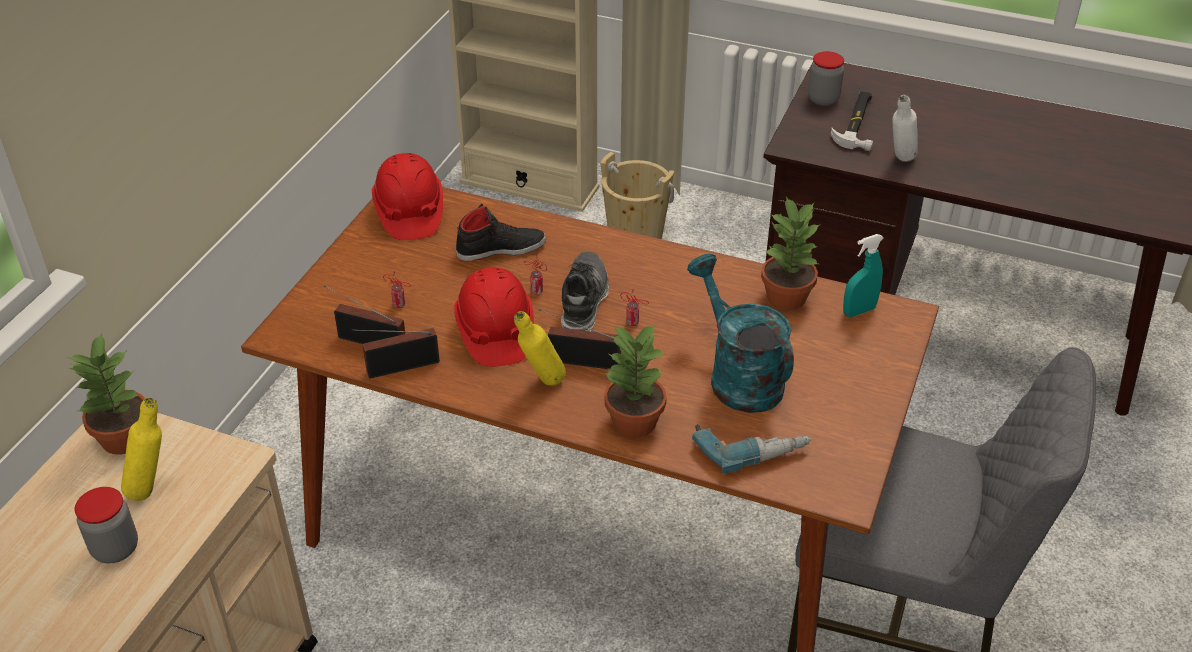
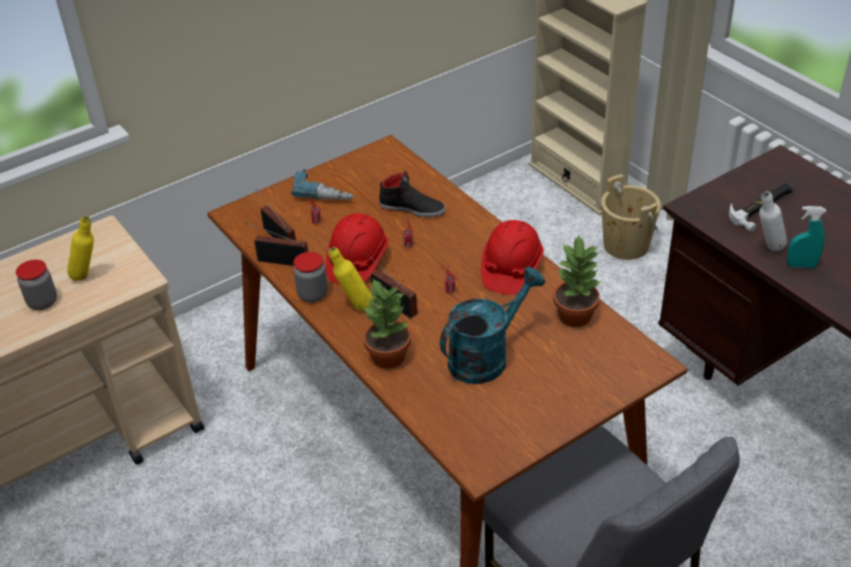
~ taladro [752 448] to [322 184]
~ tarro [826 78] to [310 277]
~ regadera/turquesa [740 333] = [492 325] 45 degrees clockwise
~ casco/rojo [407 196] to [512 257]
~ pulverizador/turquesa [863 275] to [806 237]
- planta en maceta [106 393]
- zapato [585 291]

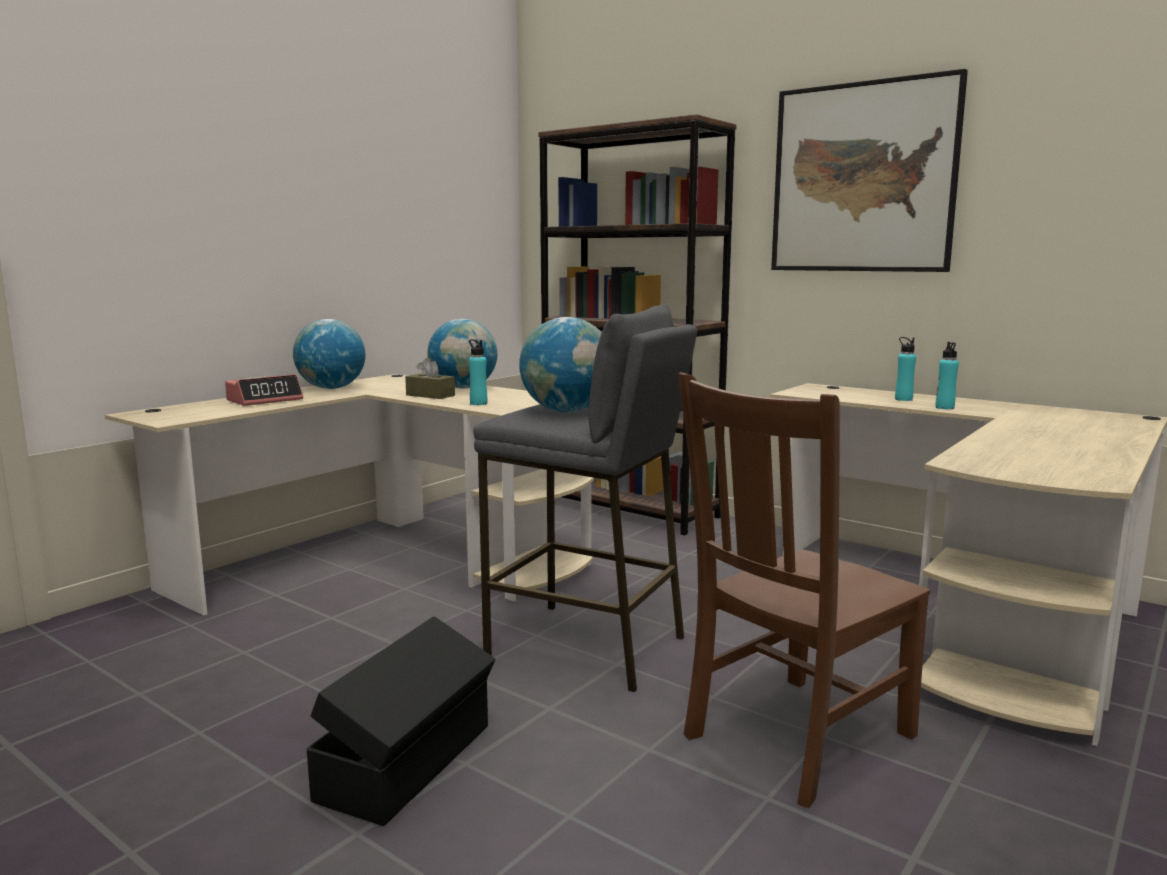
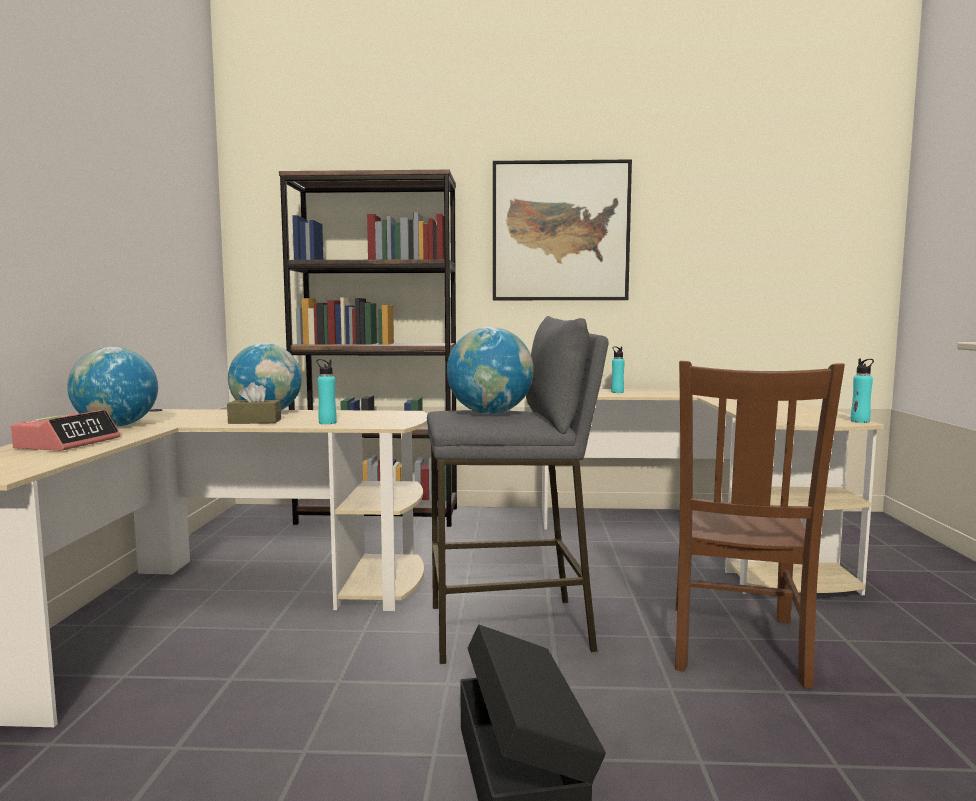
~ botella/turquesa [947 375] to [862 391]

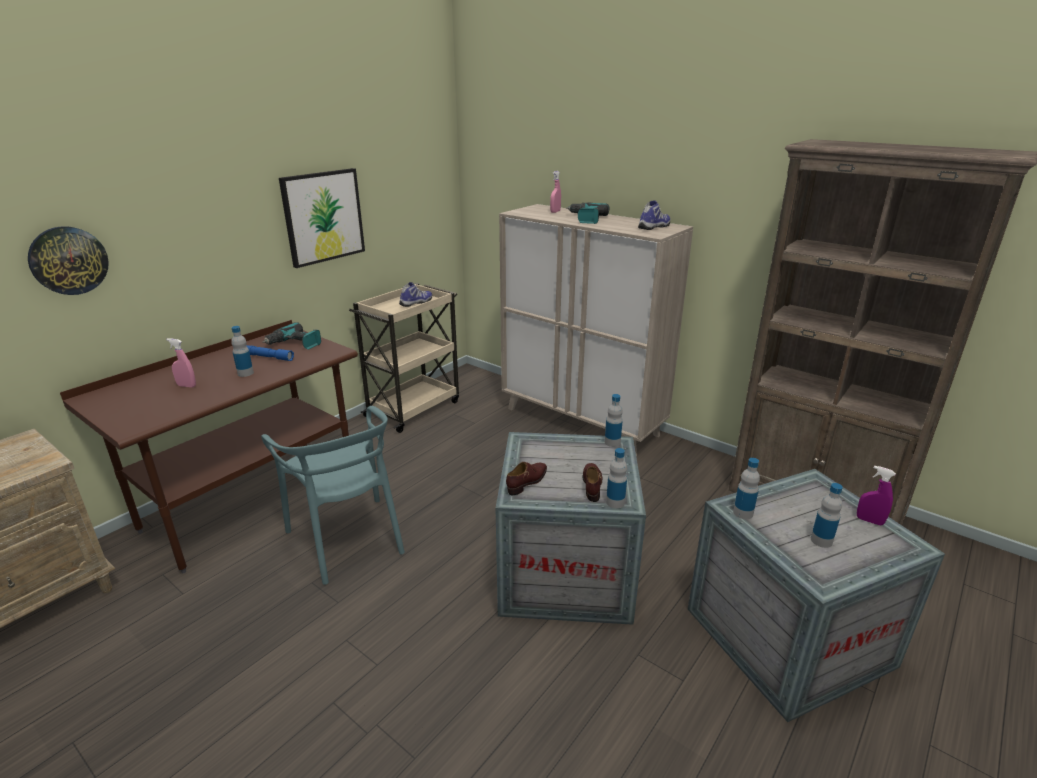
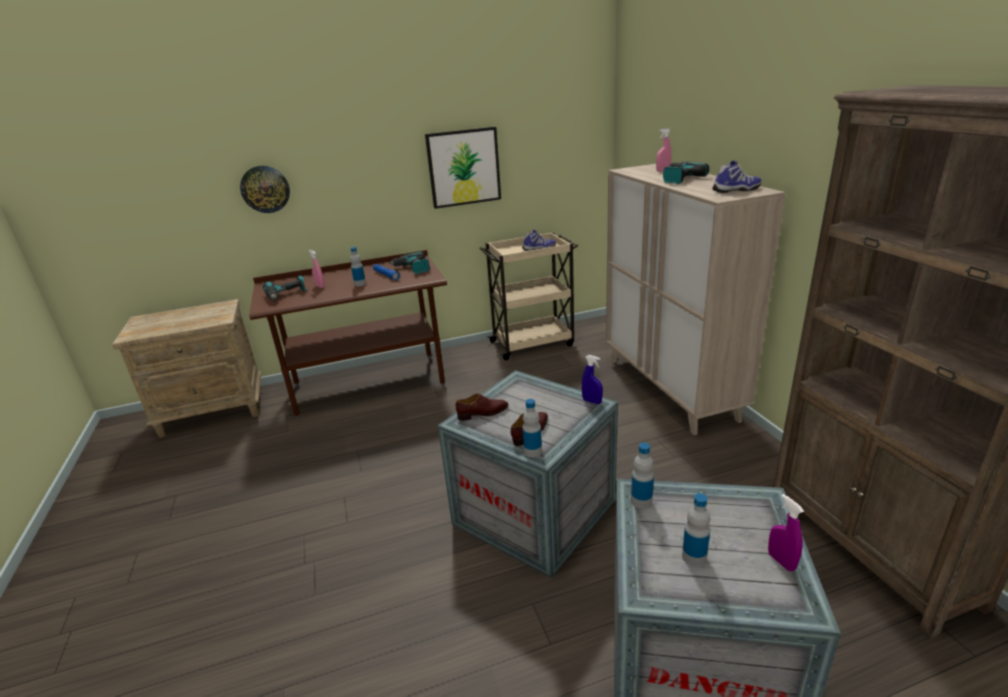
+ taladro [285 287]
~ botella [614 420] to pulverizador/azul [592 379]
- silla/turquesa [333 495]

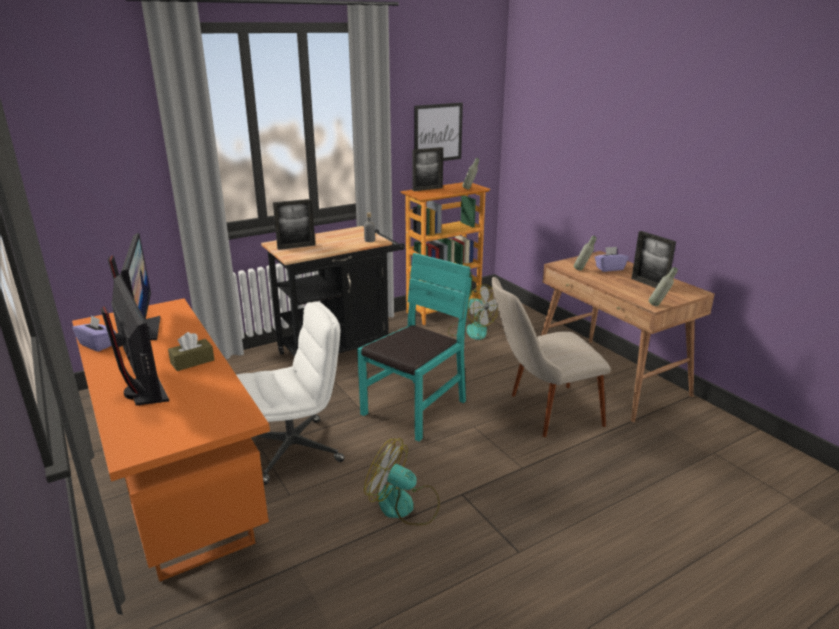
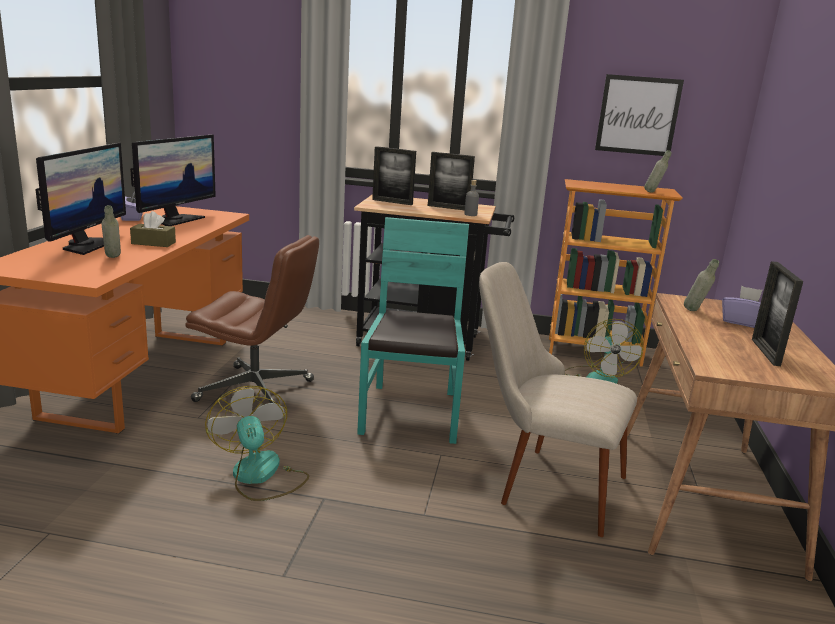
~ botella/gris [663 286] to [111 231]
~ silla de oficina/blanco [290 393] to silla de oficina/marrón [252 319]
~ silla/turquesa [414 347] = [413 330] 75 degrees counterclockwise
~ portarretratos [427 169] to [451 181]

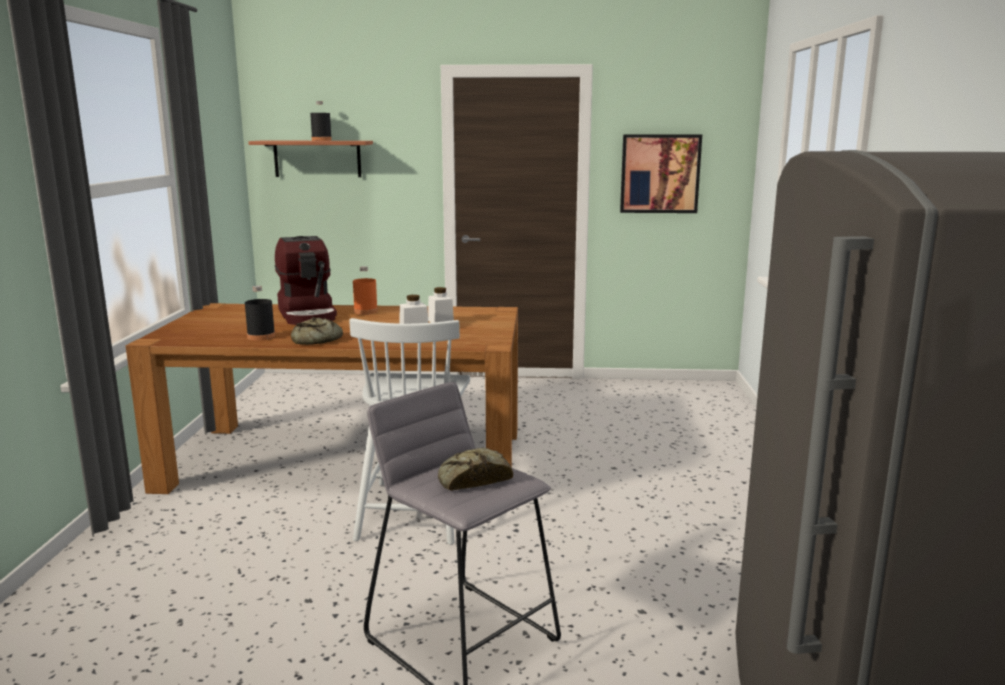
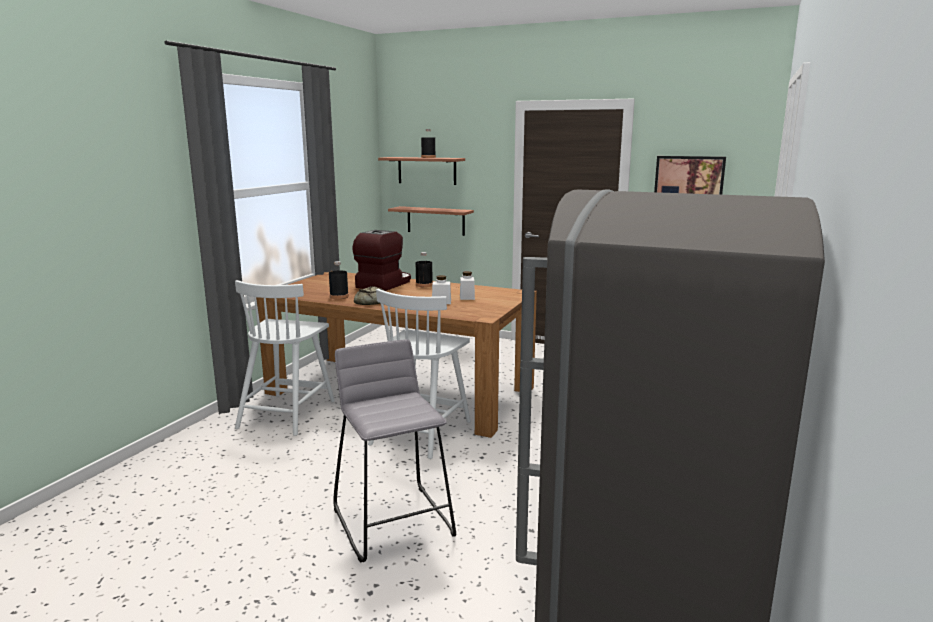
+ silla/blanco [285 358]
~ cafetera [306 280] = [381 260] 150 degrees counterclockwise
+ estante [431 221]
~ botella/naranja [365 290] to botella/negro [424 269]
- pan [475 469]

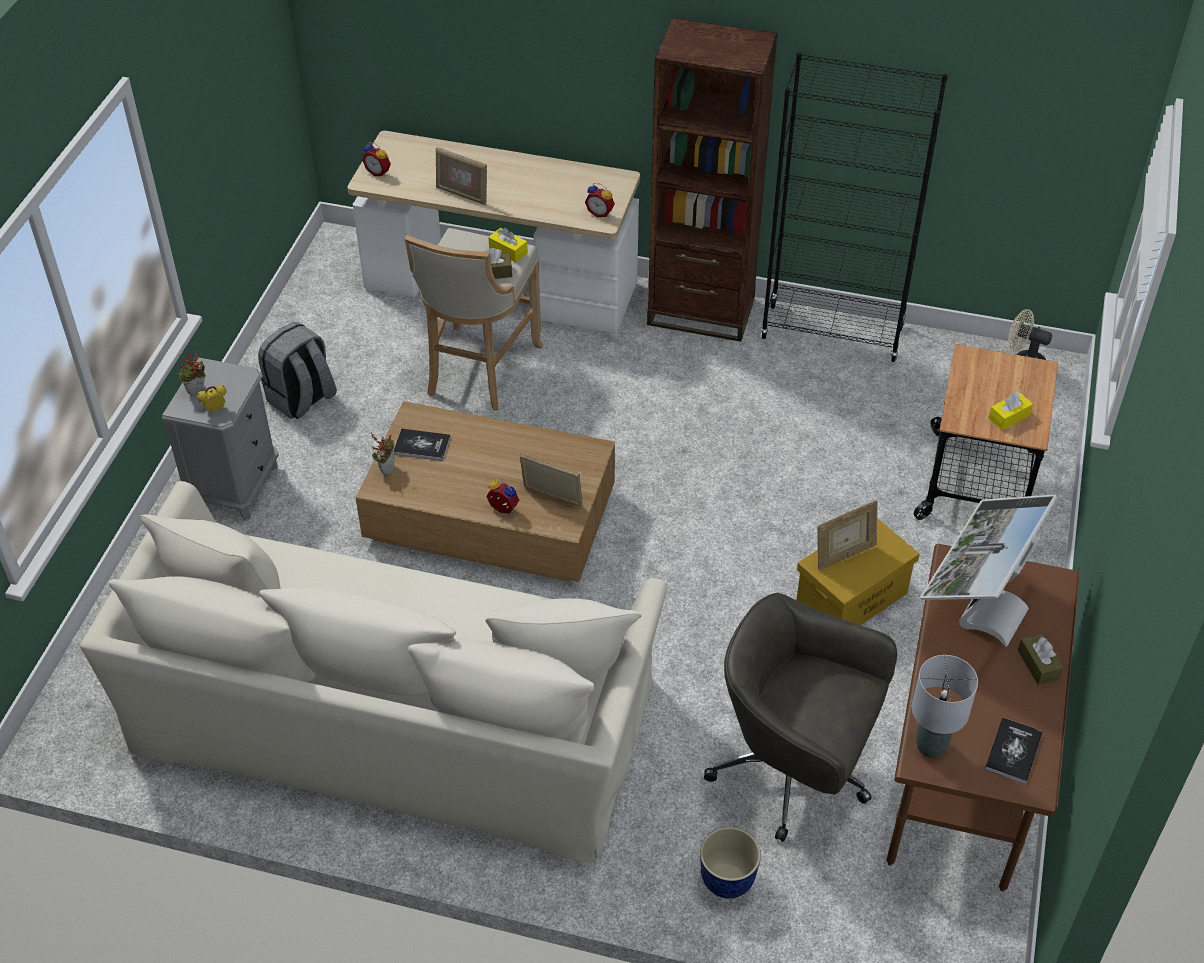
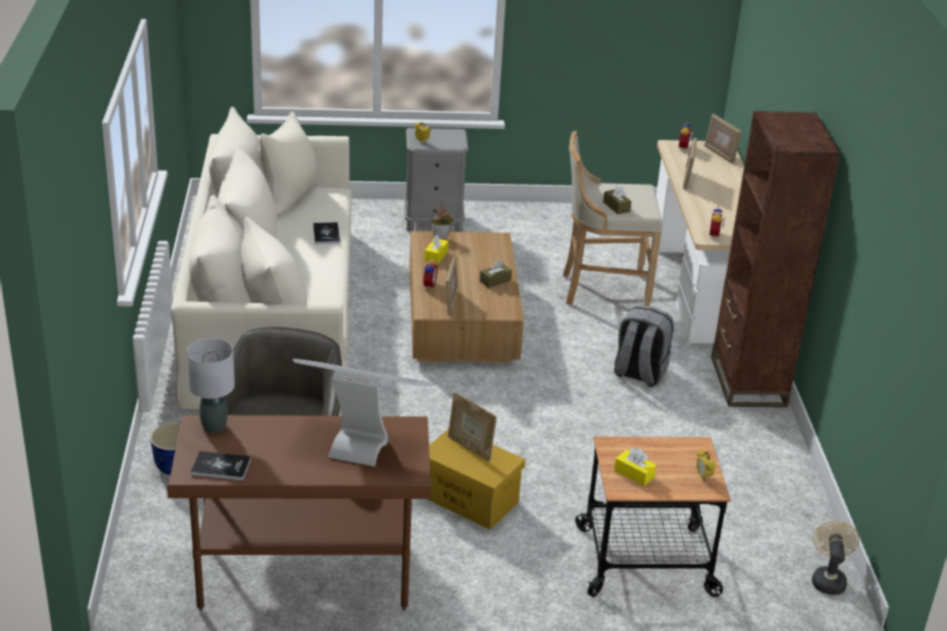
~ libro [422 445] to [326 233]
~ caja de pañuelos/amarillo [508 245] to [437 249]
~ caja de pañuelos/marrón [1040 659] to [496 274]
~ mochila/gris [297 370] to [644 346]
+ despertador [706 465]
+ portarretratos [723 139]
- planta en maceta [192 373]
- estantería/negro [854 207]

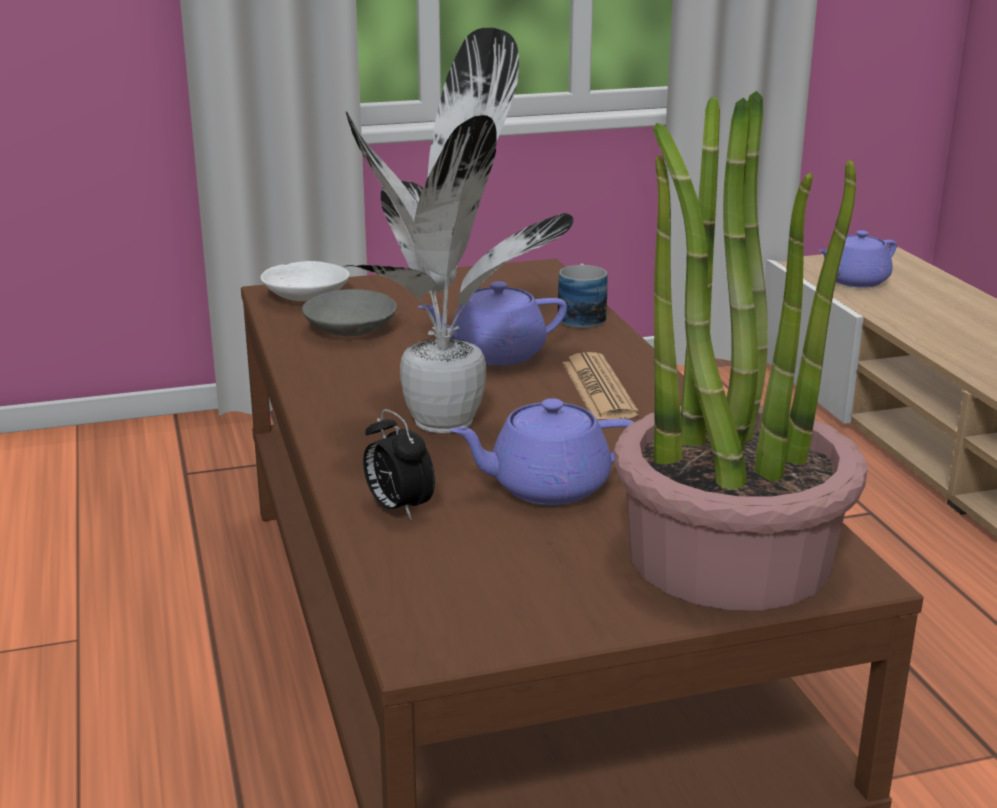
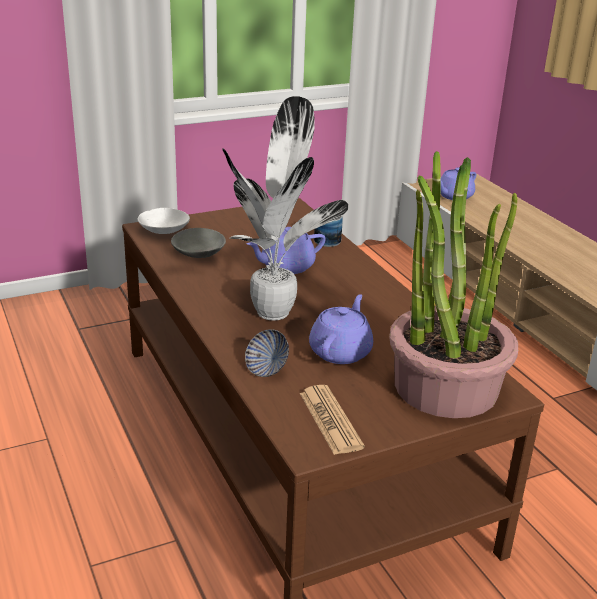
~ despertador [399 464] to cuenco [267 353]
~ periódico [600 385] to [332 420]
~ tetera/morado [542 451] = [341 329] 135 degrees clockwise

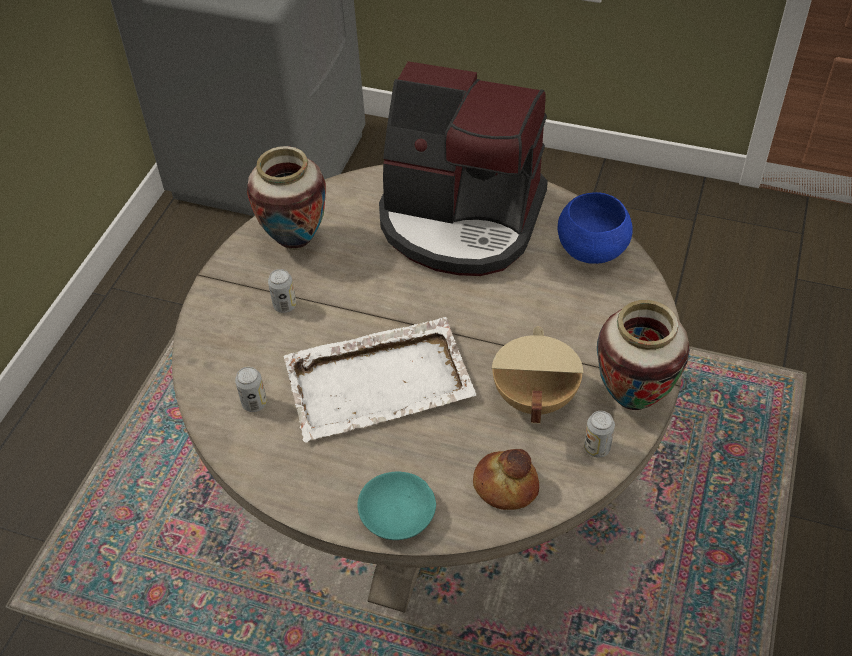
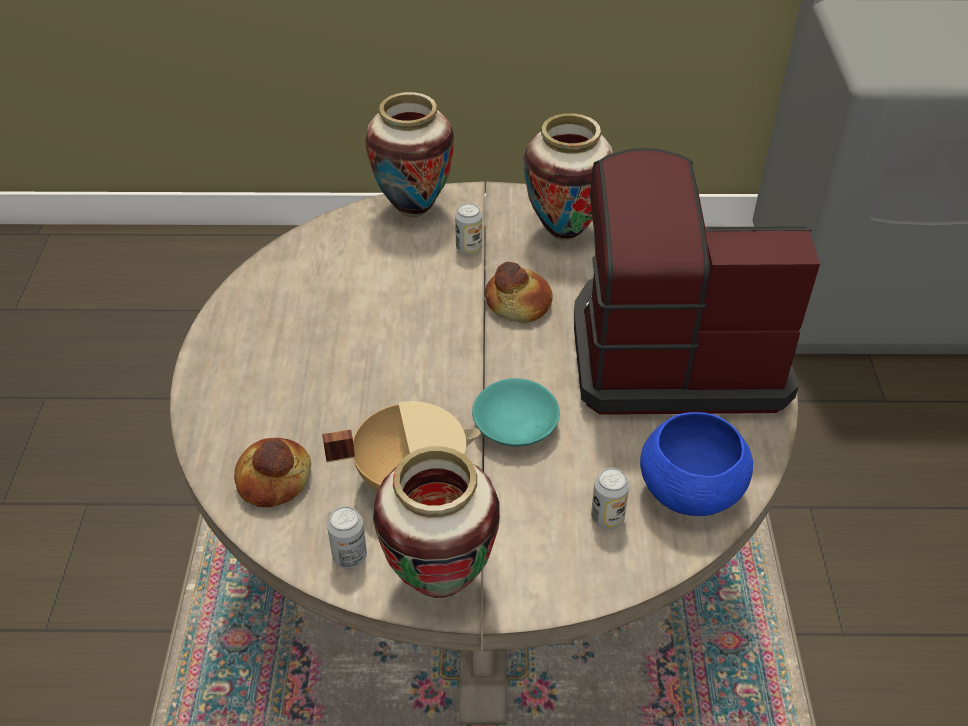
+ florero [409 154]
~ cuenco/turquesa [396 505] to [516 412]
+ pan [519 292]
~ cafetera [463 168] = [697 281] 90 degrees clockwise
~ lata [251 389] to [610 498]
- bandeja/blanco [380 380]

